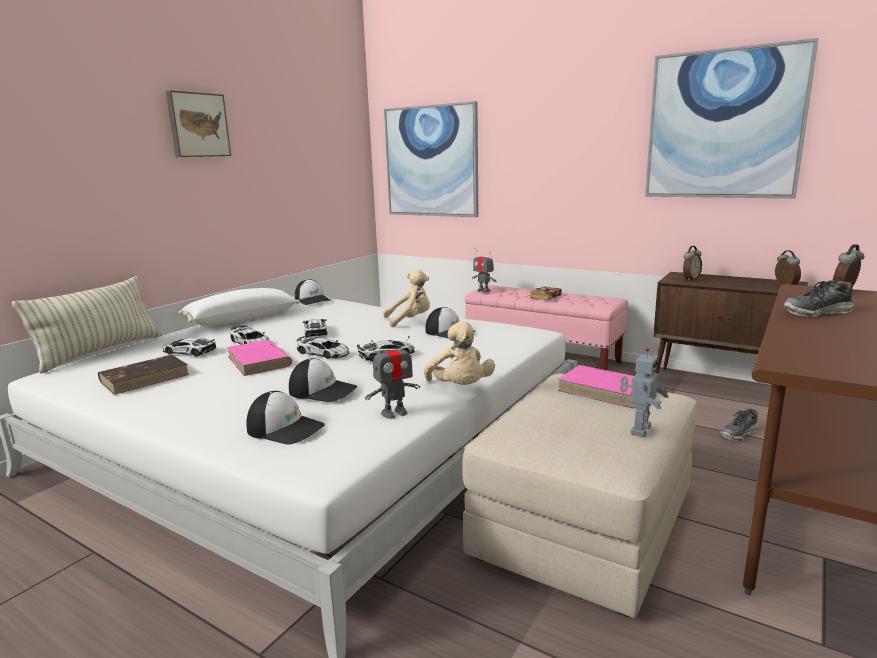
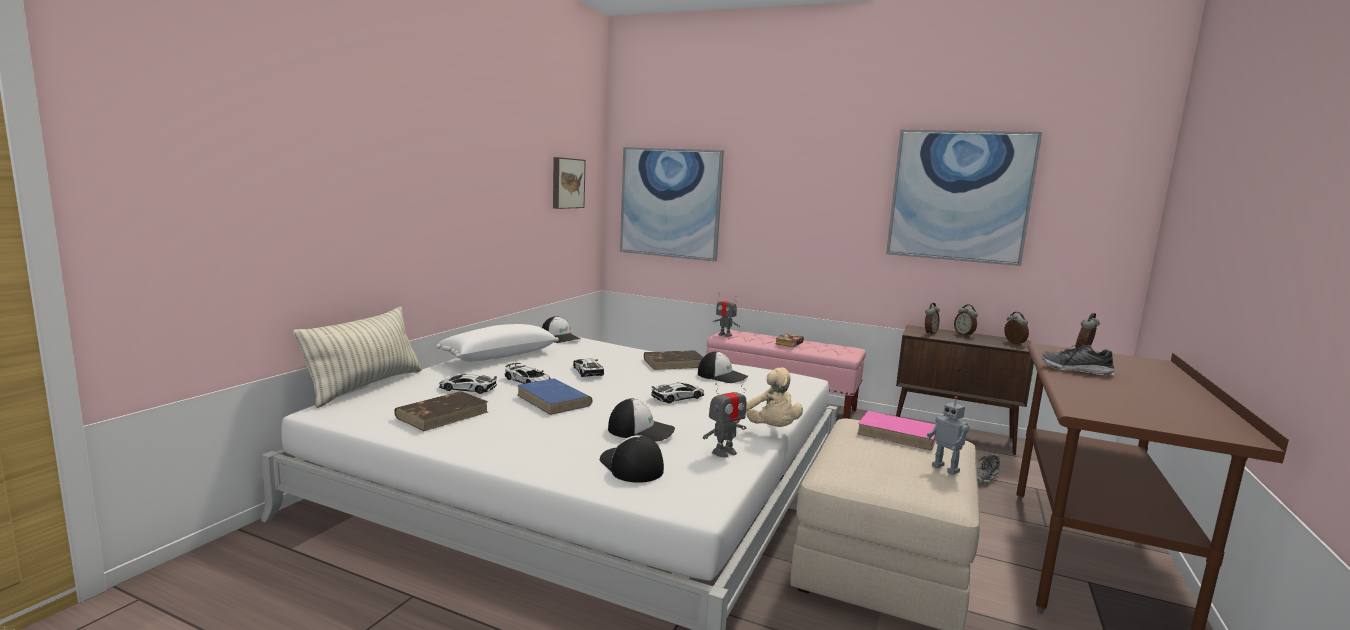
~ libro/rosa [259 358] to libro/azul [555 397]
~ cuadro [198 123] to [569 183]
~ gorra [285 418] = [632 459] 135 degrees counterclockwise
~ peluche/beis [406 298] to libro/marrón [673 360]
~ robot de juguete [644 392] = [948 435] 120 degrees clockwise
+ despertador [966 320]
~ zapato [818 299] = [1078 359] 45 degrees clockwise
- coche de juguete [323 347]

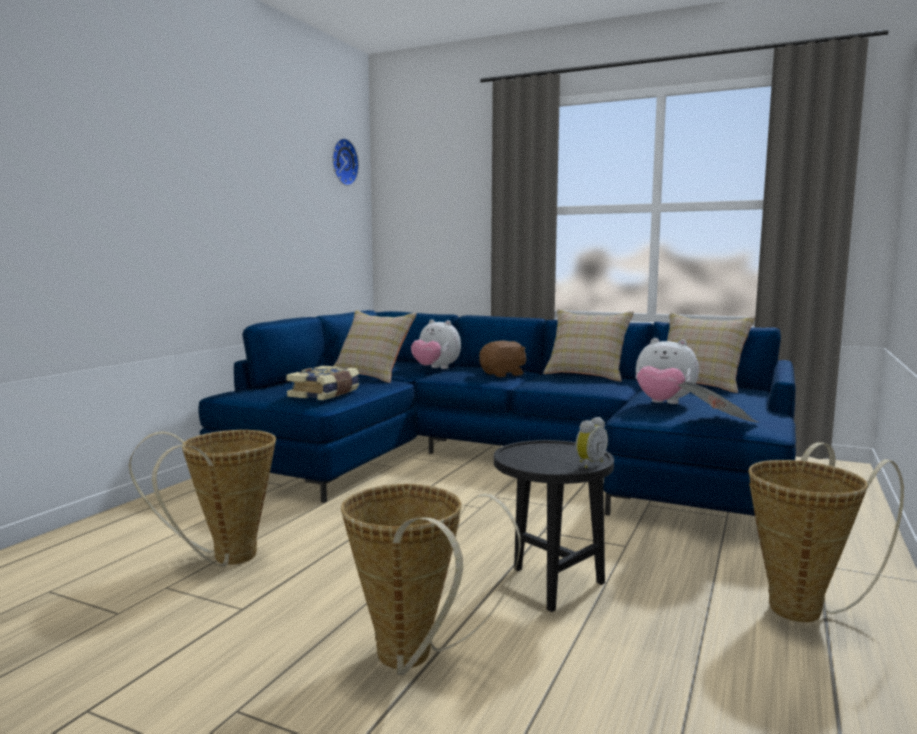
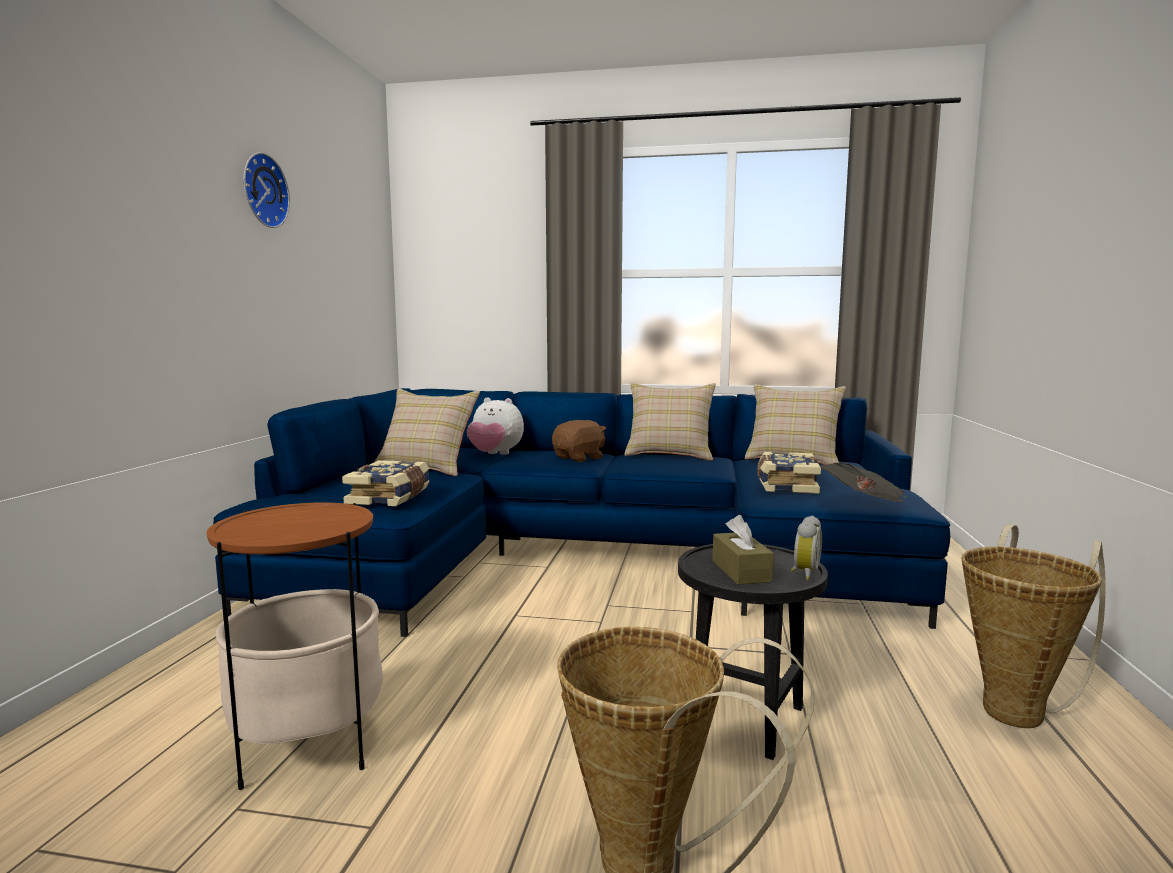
~ cesta [202 498] to mesa auxiliar [294 646]
~ reloj de pared [345 162] to [267 190]
+ caja de pañuelos/marrón [743 550]
~ peluche [667 371] to libro [789 473]

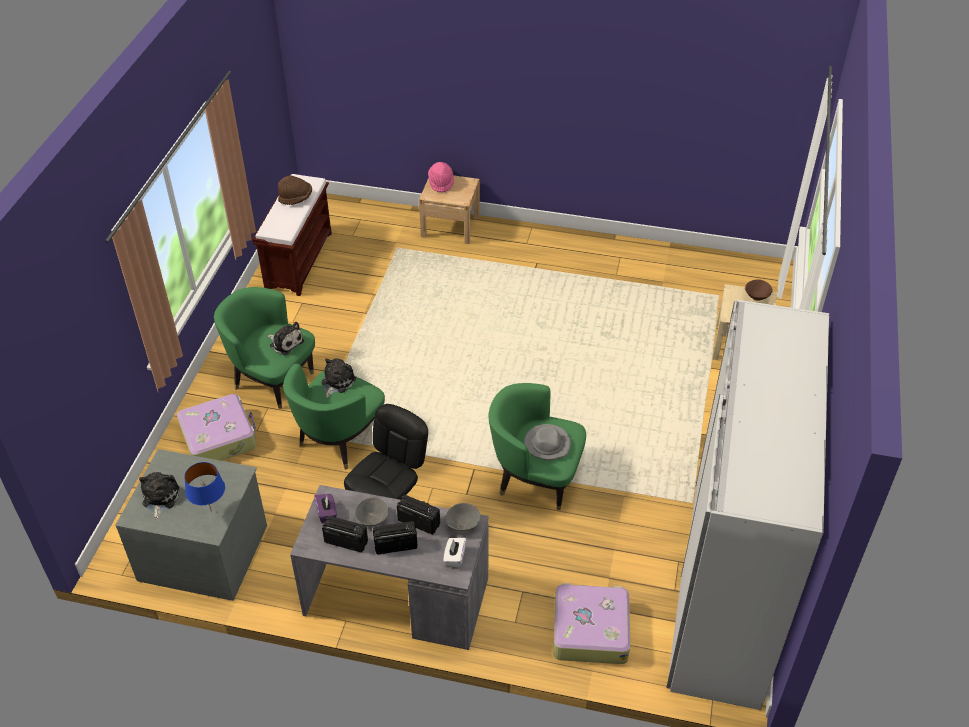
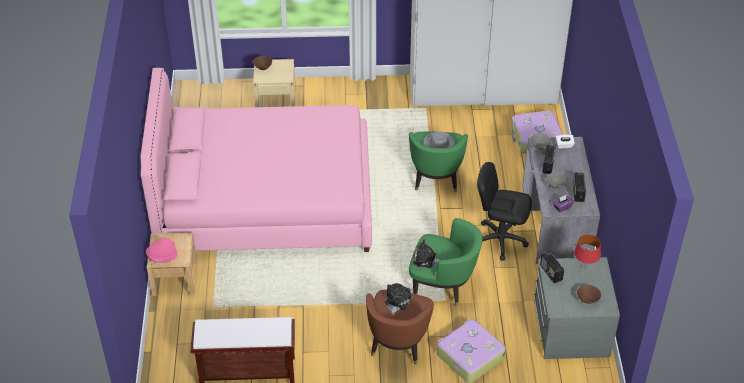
+ cama/rosa [256 160]
~ sillón/verde [264 348] to sillón/marrón [400 327]
~ radio [395 538] to [552 267]
~ lámpara de mesa/azul [205 487] to lámpara de mesa/rojo [587 252]
~ peluche [159 496] to cuenco/marrón [589 294]
- sombrero/marrón [295 190]

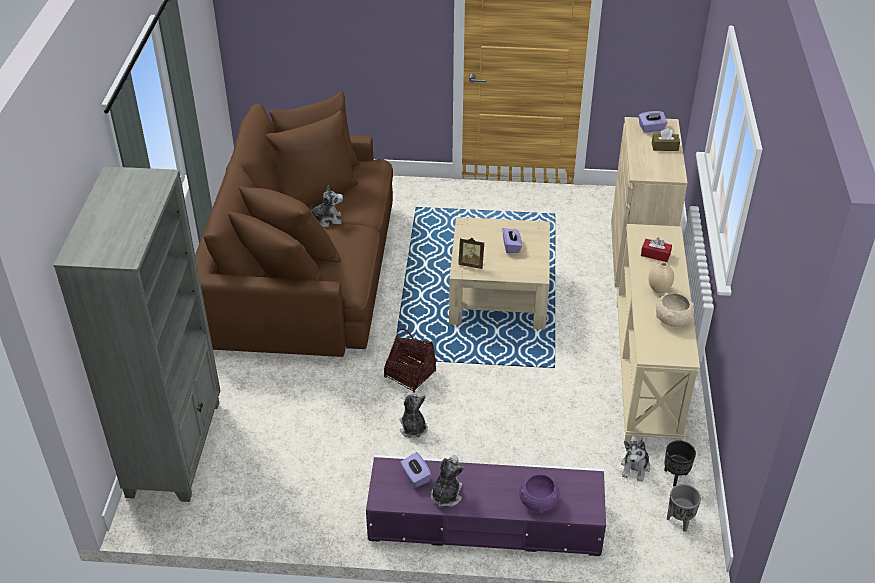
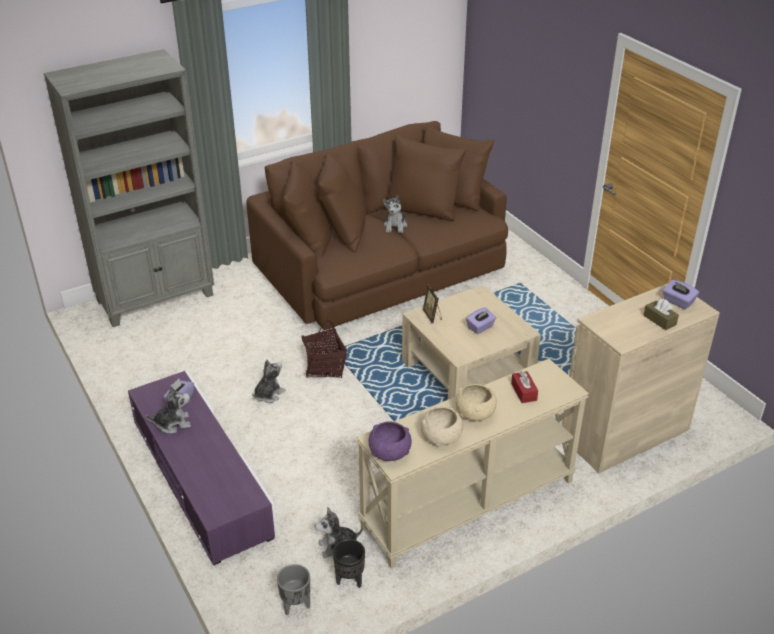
~ cuenco/morado [539 493] to [390 441]
~ peluche [327 206] = [395 214] 45 degrees clockwise
~ florero/beis [661 277] to cuenco/beis [476 402]

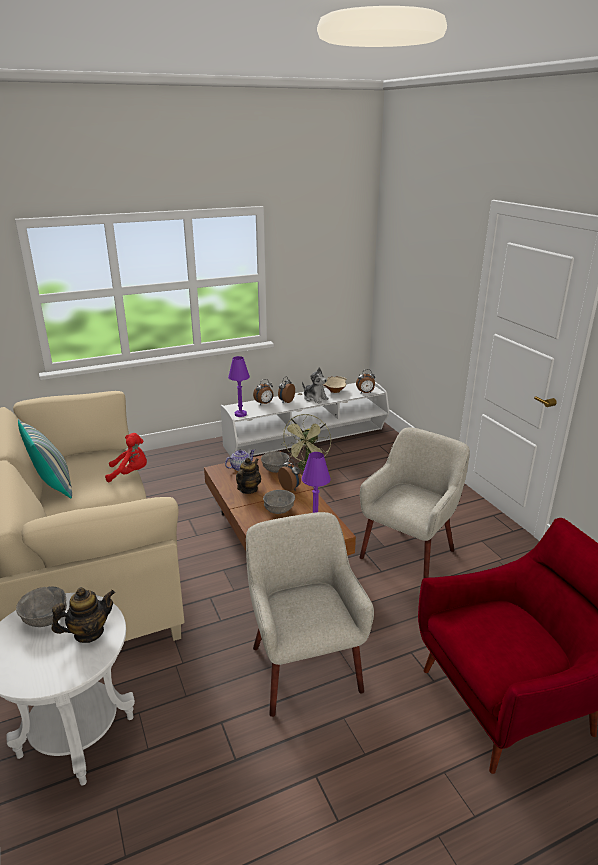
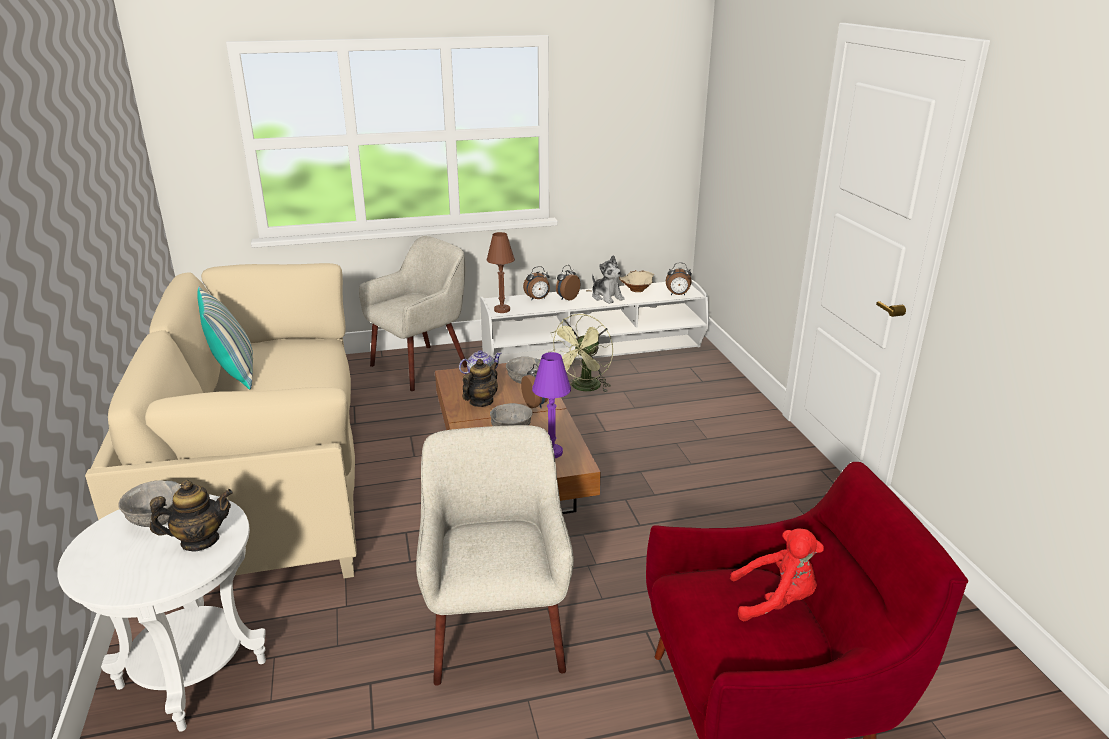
~ sillón/beis [414 502] to [413 313]
~ lámpara de mesa/morado [239 386] to lámpara de mesa/marrón [501 272]
~ peluche/rojo [126 457] to [777 575]

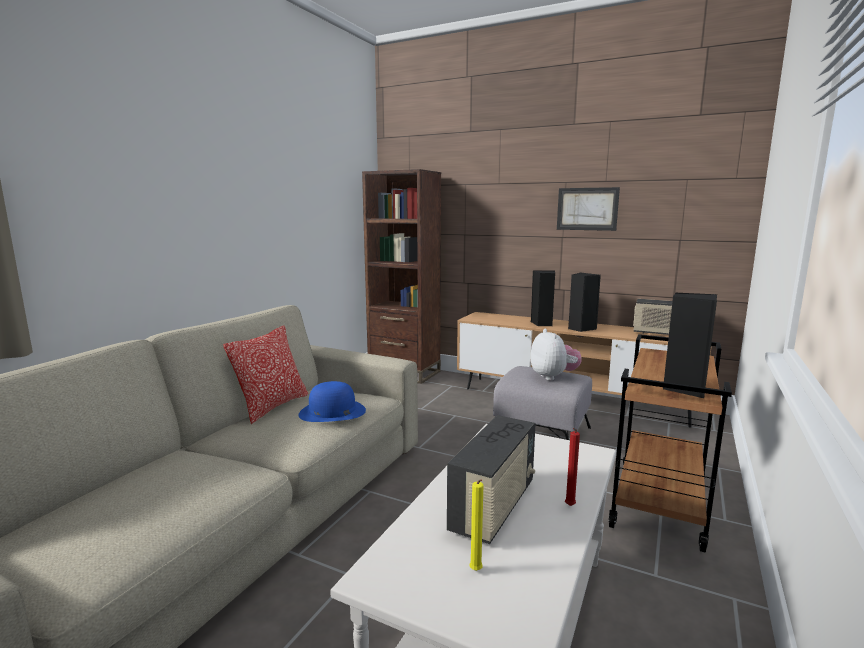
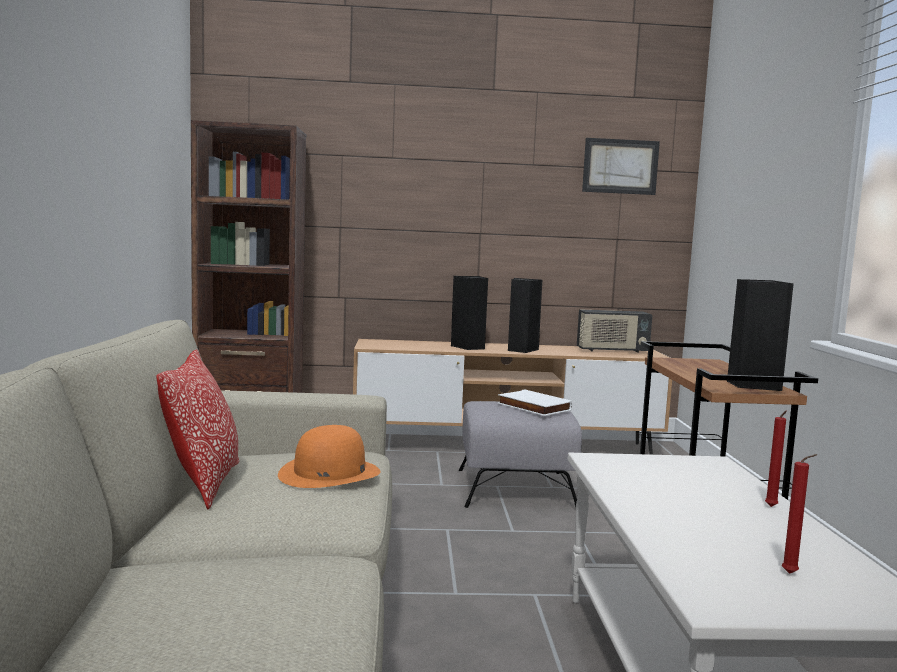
~ sombrero/azul [332 401] to sombrero/naranja [329 456]
~ peluche [555 355] to libro/blanco [535 402]
~ cuadro [588 209] to [621 166]
~ vela/amarillo [476 525] to vela/rojo [799 514]
- radio [491 479]

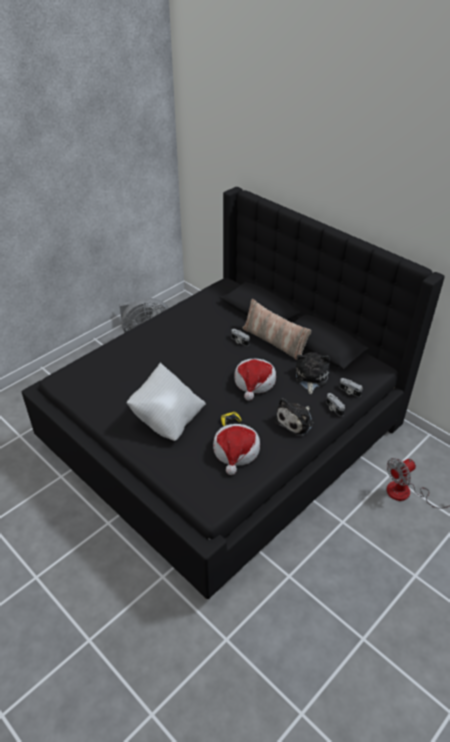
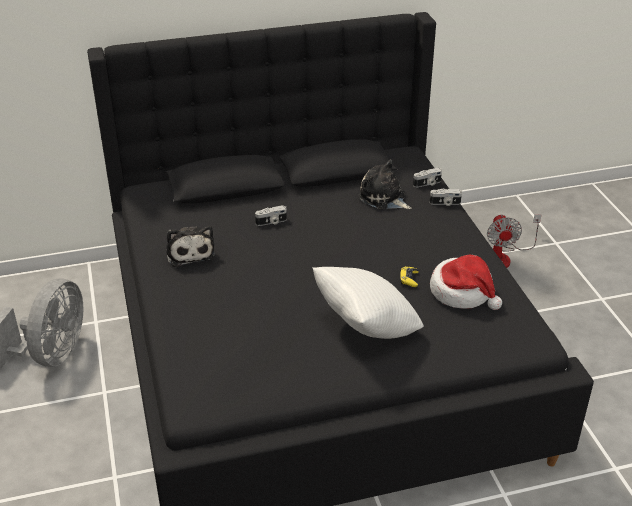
~ peluche [294 417] to [190 246]
- sombrero [255 379]
- cojín [276 329]

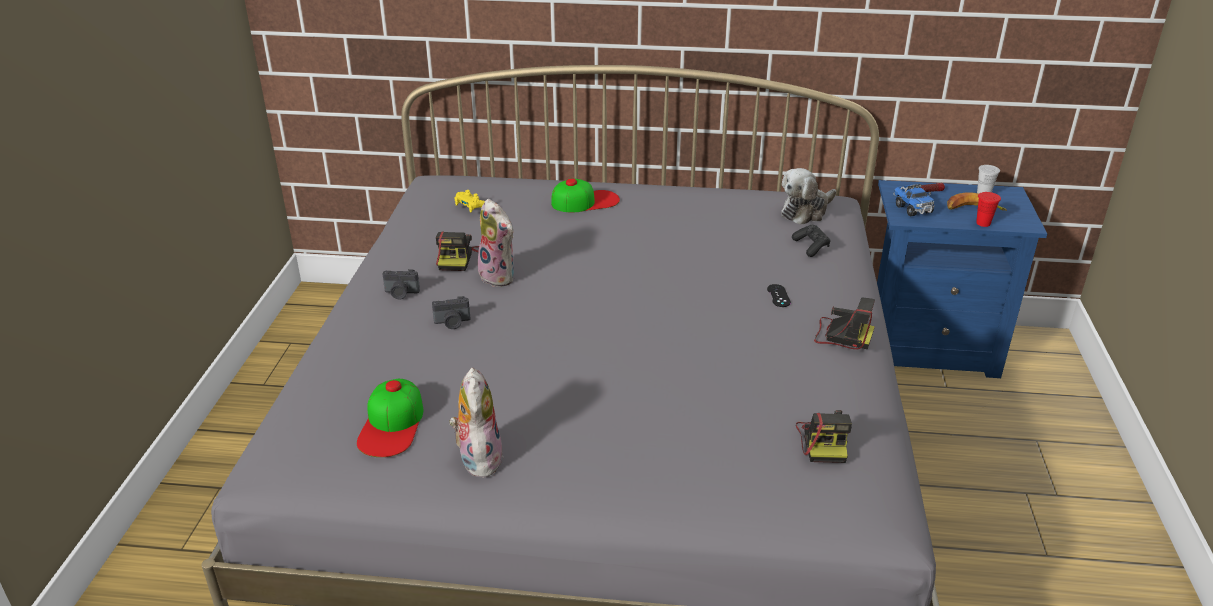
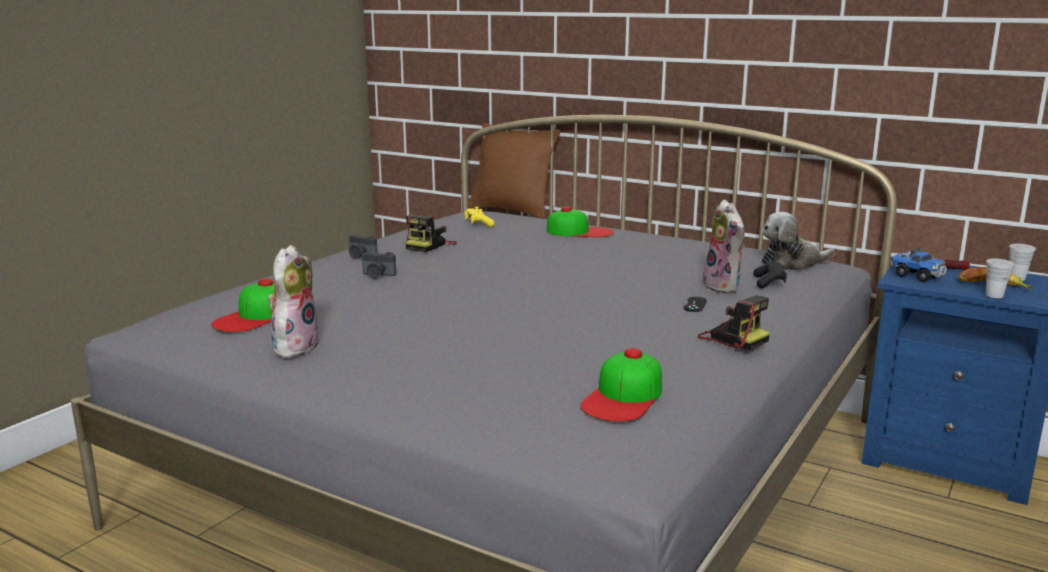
+ cojín/marrón [514 171]
~ cámara [824 436] to gorra [621 385]
~ peluche [496 243] to [722 246]
~ camión de juguete [914 200] = [919 264] 45 degrees counterclockwise
~ taza/rojo [988 209] to taza/blanco [1000 278]

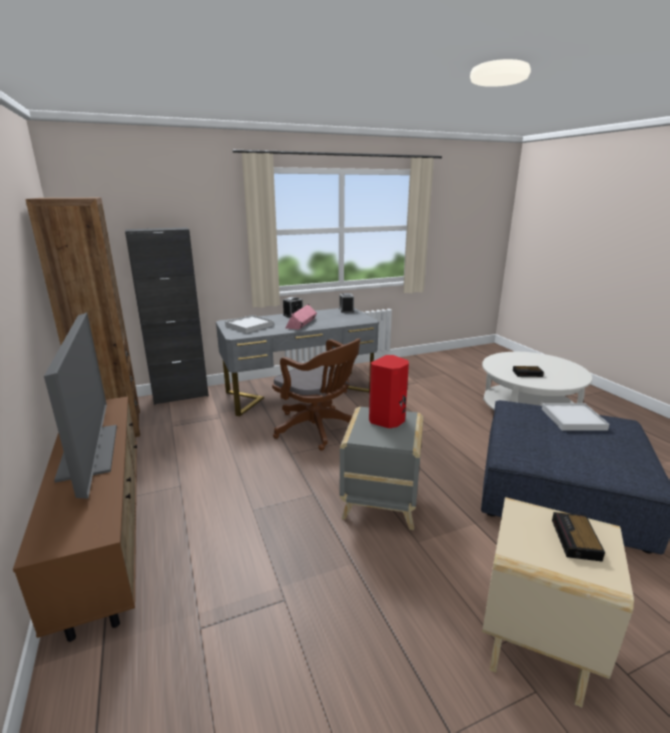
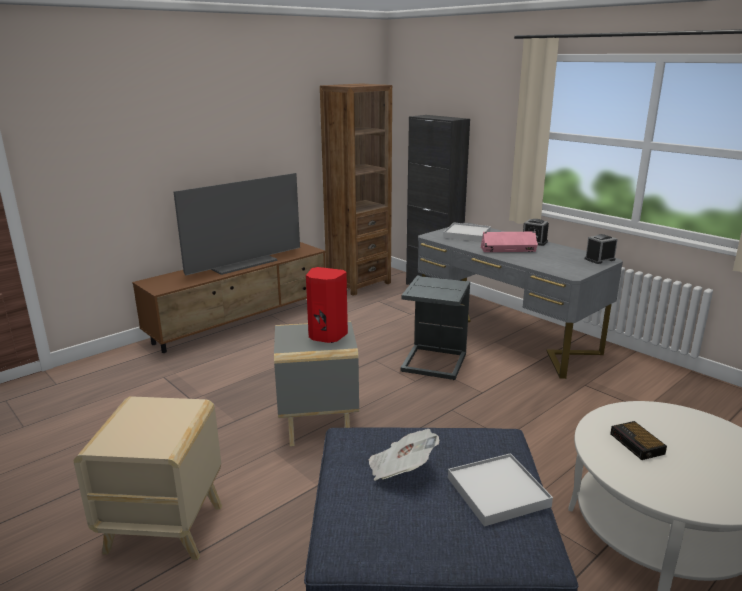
+ periódico [404 455]
~ silla de oficina/marrón [316 394] to mesa auxiliar/gris [435 328]
- despertador [578 537]

